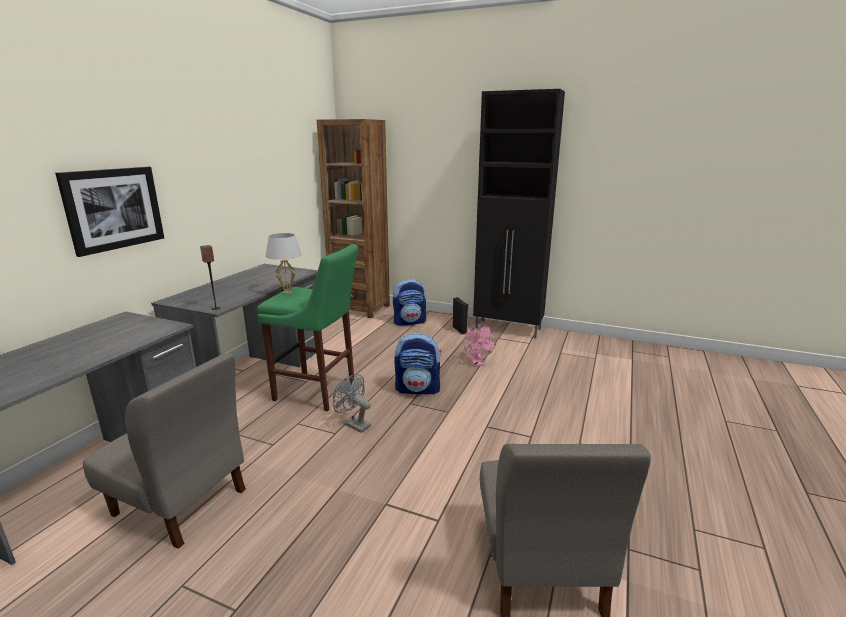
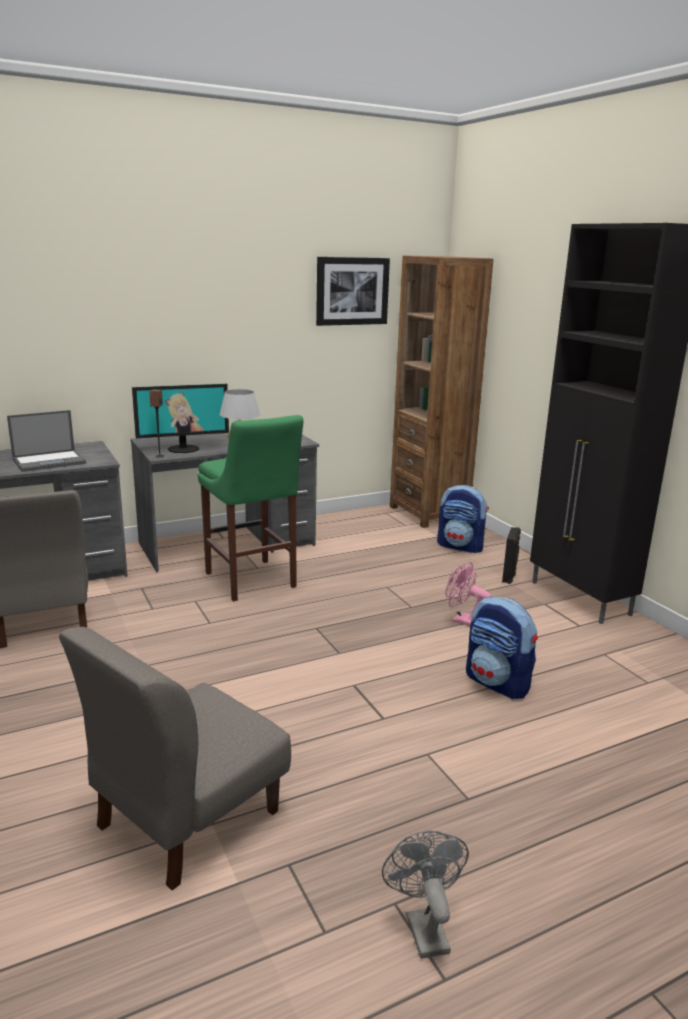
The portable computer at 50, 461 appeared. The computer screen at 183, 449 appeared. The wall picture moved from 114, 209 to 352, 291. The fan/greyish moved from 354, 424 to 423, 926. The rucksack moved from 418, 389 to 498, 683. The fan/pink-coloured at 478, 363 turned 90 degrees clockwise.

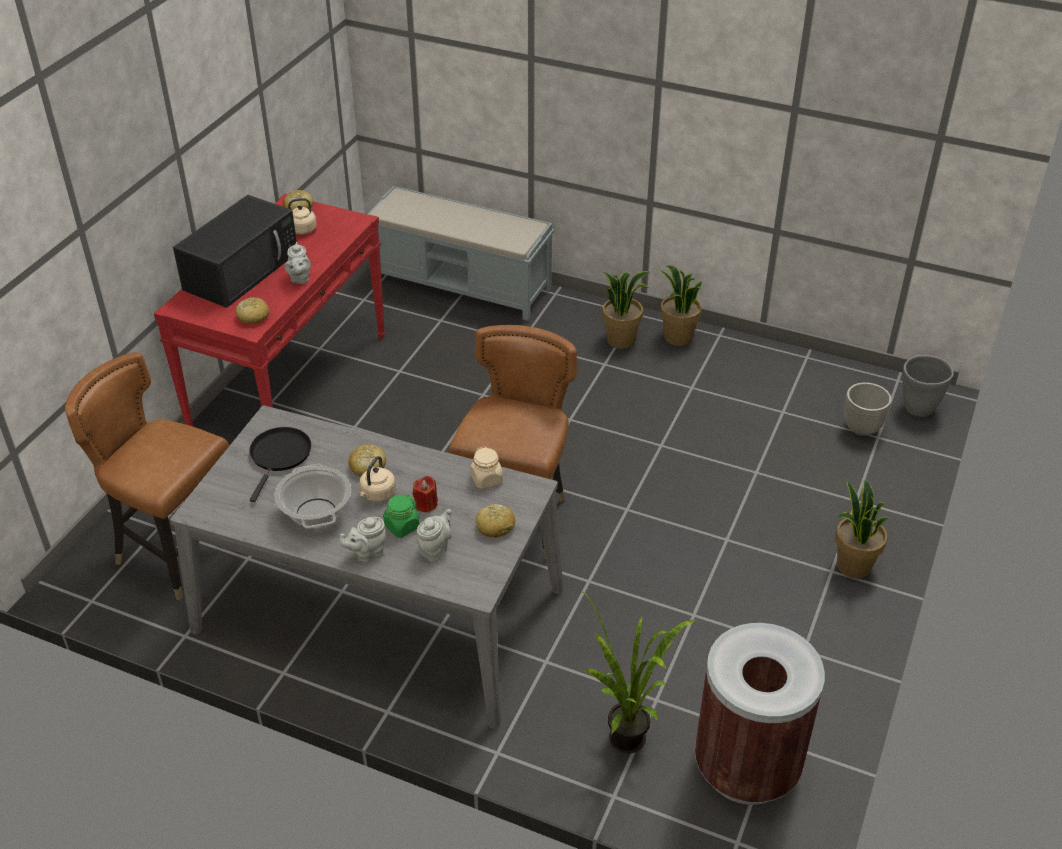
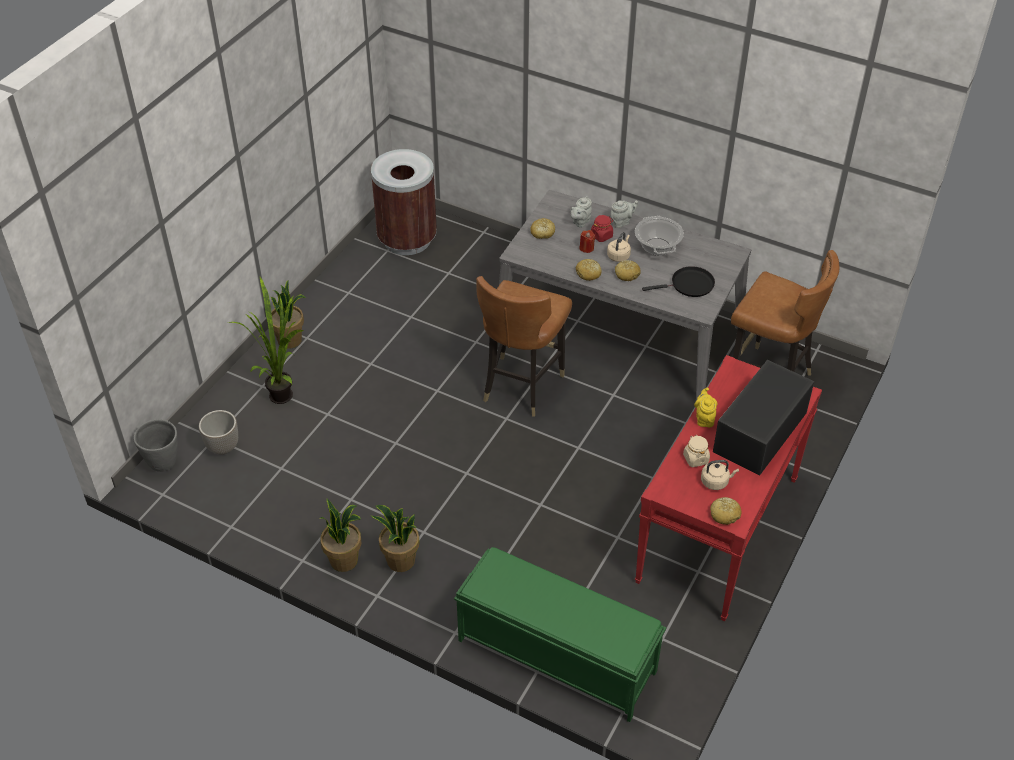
The bread moved from 253, 316 to 588, 274. The preserve jar/beige moved from 486, 479 to 695, 459. The potted plant moved from 626, 747 to 283, 392. The teapot/greyish at 299, 279 became the teapot/yellow at 704, 418. The indoor bench/greyish at 462, 284 became the indoor bench/greenish at 555, 655. The preserve jar/greenish at 401, 526 became the preserve jar/red at 601, 236. The skillet/black-coloured at 279, 456 turned 120 degrees counterclockwise.

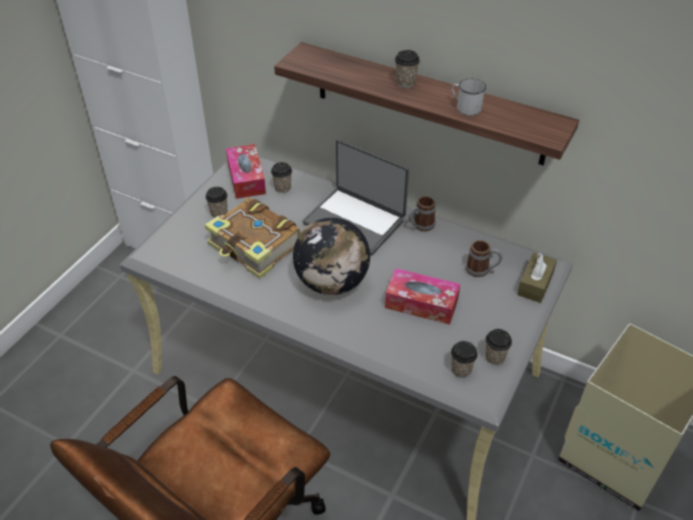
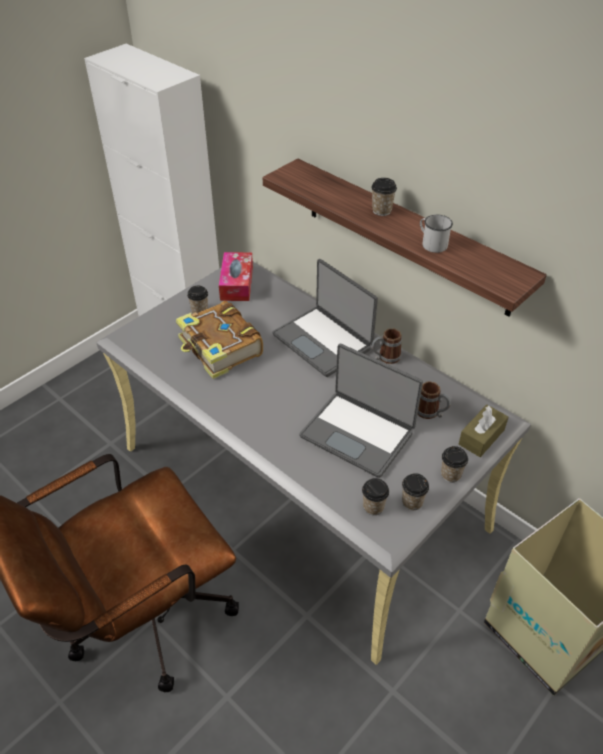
The desk globe at 332, 282 disappeared. The small cup moved from 282, 188 to 450, 474. The tissue box at 421, 303 was replaced by the portable computer at 358, 433.

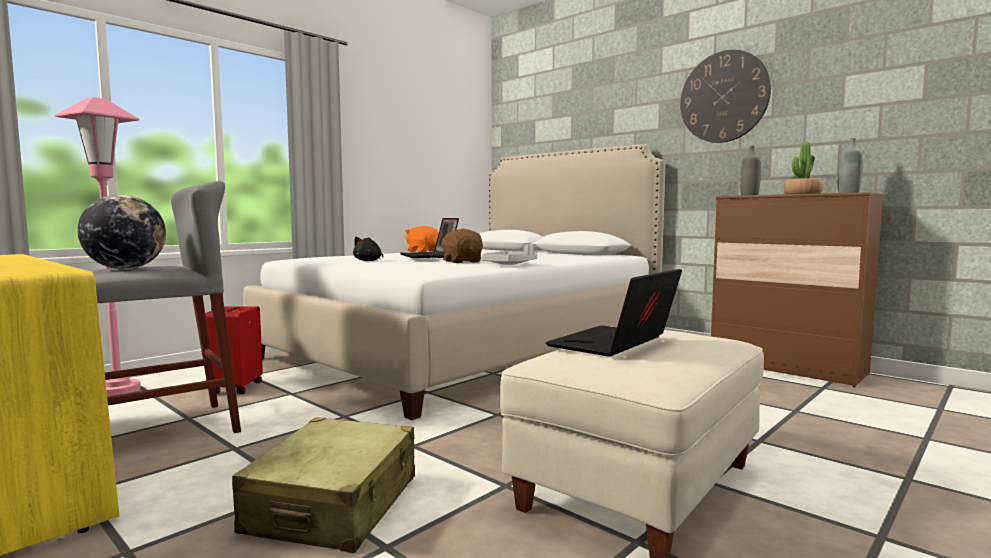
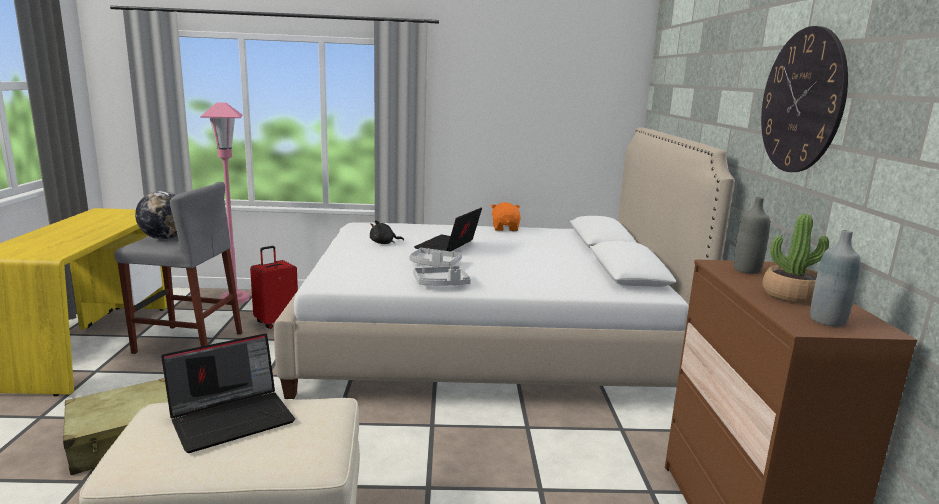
The plush toy/brown at 462, 261 was replaced by the serving tray/greyish at 435, 265. The portable computer at 614, 344 turned 150 degrees clockwise.

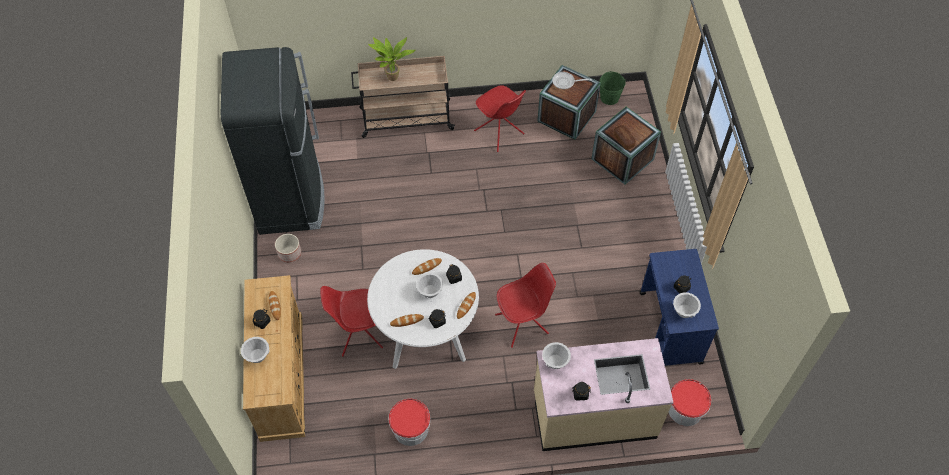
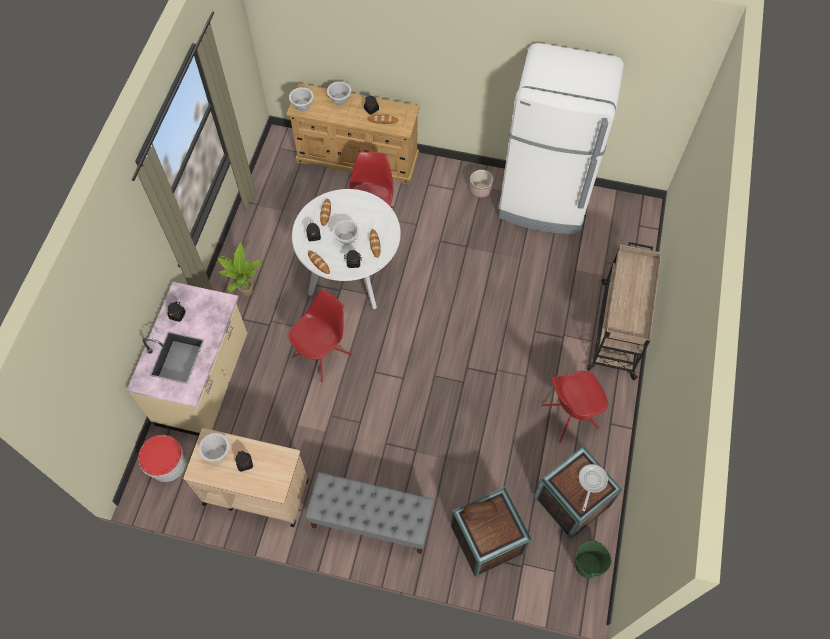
The pail at 410, 429 disappeared. The indoor bench/greyish at 371, 520 appeared. The potted plant moved from 392, 79 to 245, 291. The serving bowl/white-coloured moved from 555, 362 to 302, 106. The refrigerator/black-coloured at 290, 198 became the refrigerator/white-coloured at 544, 203. The cart/blue-coloured at 670, 328 became the cart/beige at 255, 491. The upright chair/red at 523, 324 turned 135 degrees counterclockwise.

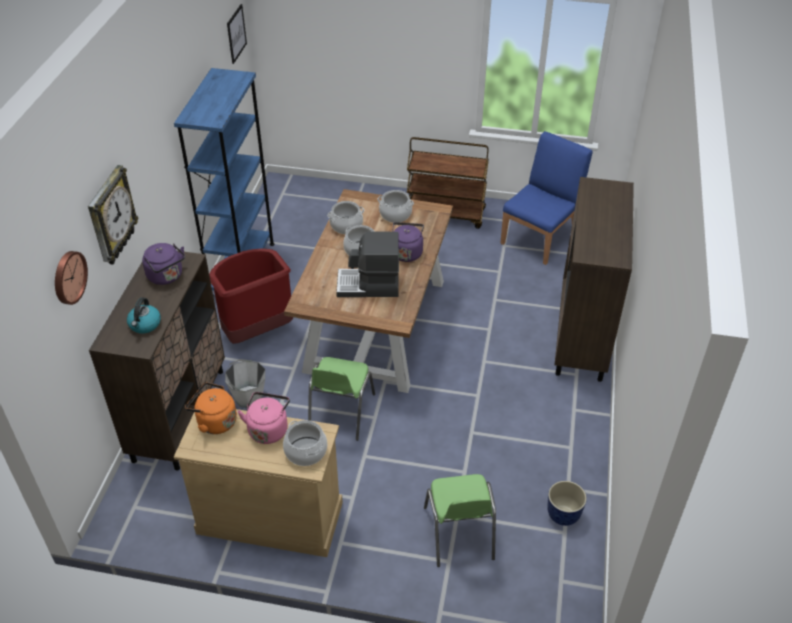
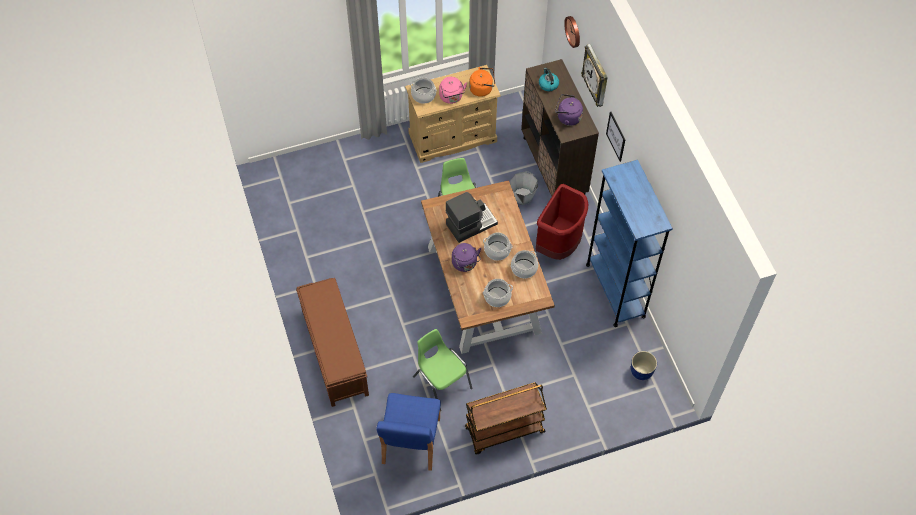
The wall picture moved from 236, 33 to 616, 136. The upright chair/greenish moved from 459, 534 to 441, 382. The flower pot moved from 563, 515 to 640, 372. The cabinet/brown at 581, 335 was replaced by the indoor bench/brown at 334, 351.

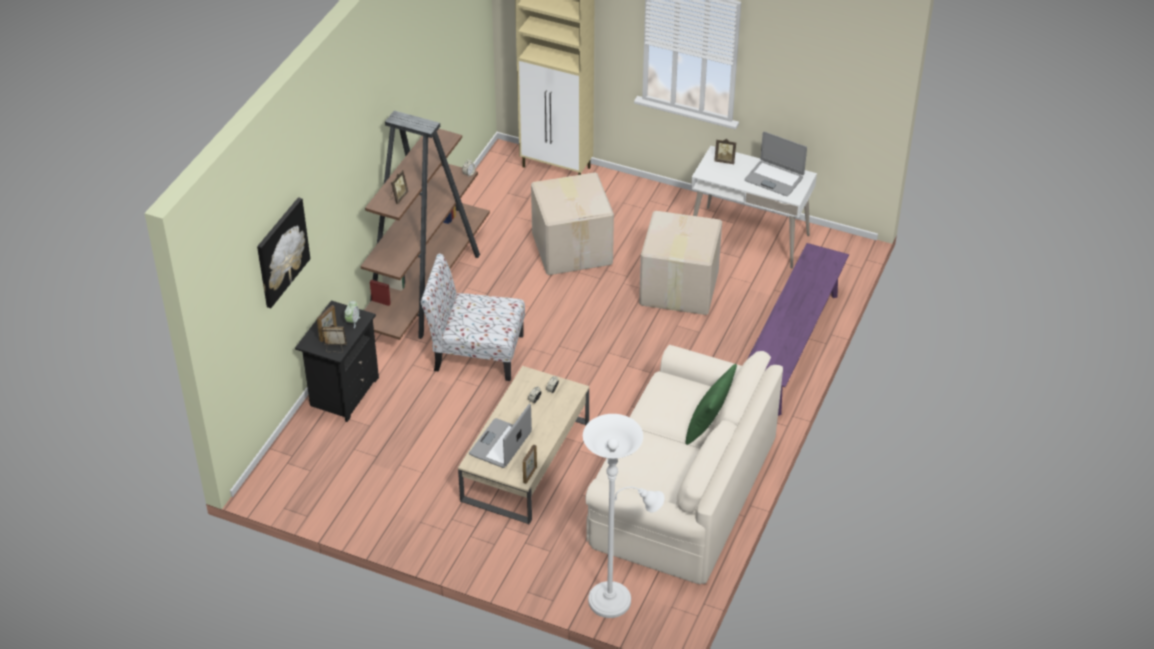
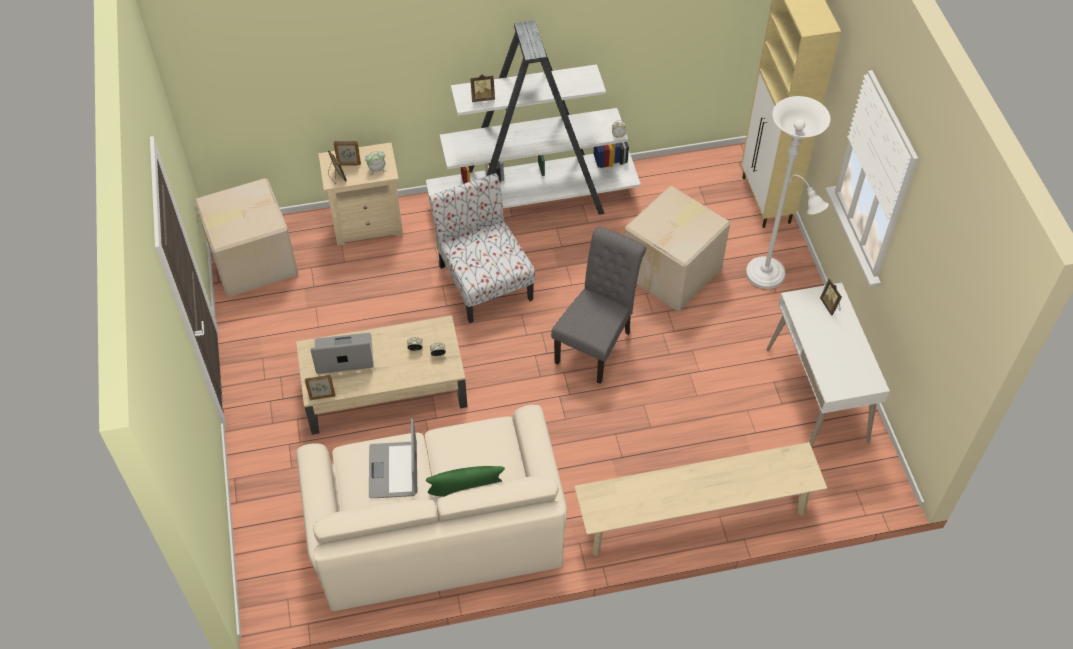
The wall picture at 281, 252 disappeared. The upright chair/greyish at 596, 344 appeared. The standard lamp/white-coloured moved from 615, 599 to 769, 276. The carton moved from 677, 289 to 252, 260. The portable computer moved from 774, 179 to 394, 470. The nightstand/black-coloured at 343, 392 became the nightstand/beige at 368, 223. The bookcase/brown at 425, 286 became the bookcase/white-coloured at 533, 201. The indoor bench/purplish at 792, 349 became the indoor bench/beige at 694, 516.

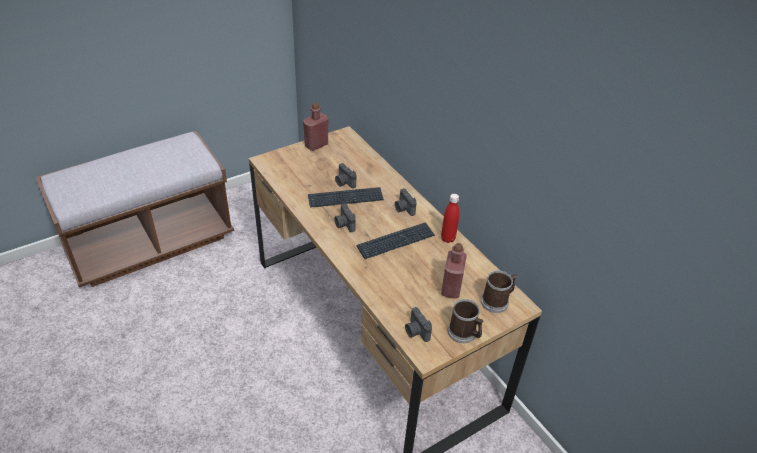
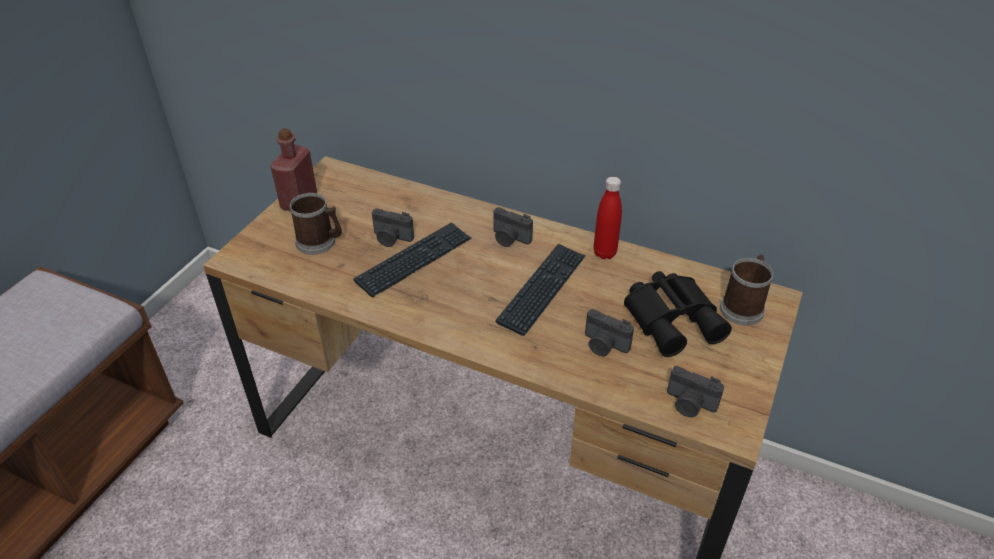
The still camera moved from 344, 224 to 604, 345. The tea mug moved from 464, 333 to 320, 242. The bottle/red at 451, 288 was replaced by the binoculars/black-coloured at 673, 318.

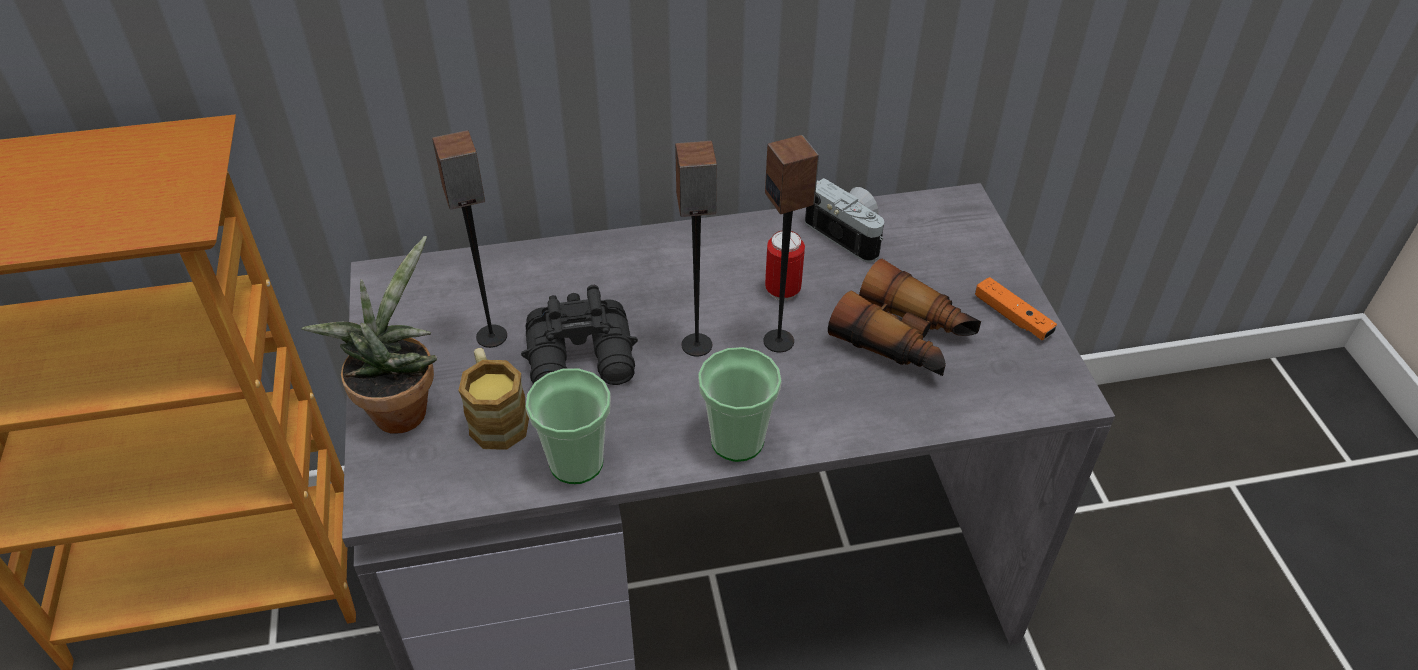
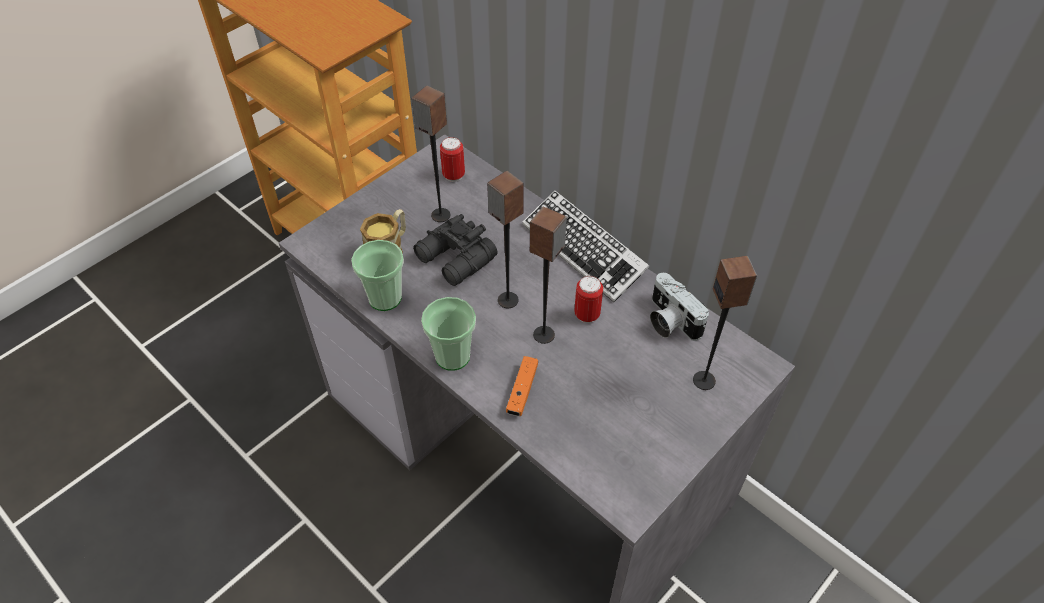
The potted plant at 401, 406 disappeared. The binoculars at 905, 338 disappeared. The can at 453, 175 appeared. The computer keyboard at 583, 250 appeared. The loudspeaker at 704, 380 appeared. The game controller/orange moved from 1012, 317 to 522, 390. The still camera at 849, 233 turned 135 degrees clockwise.

